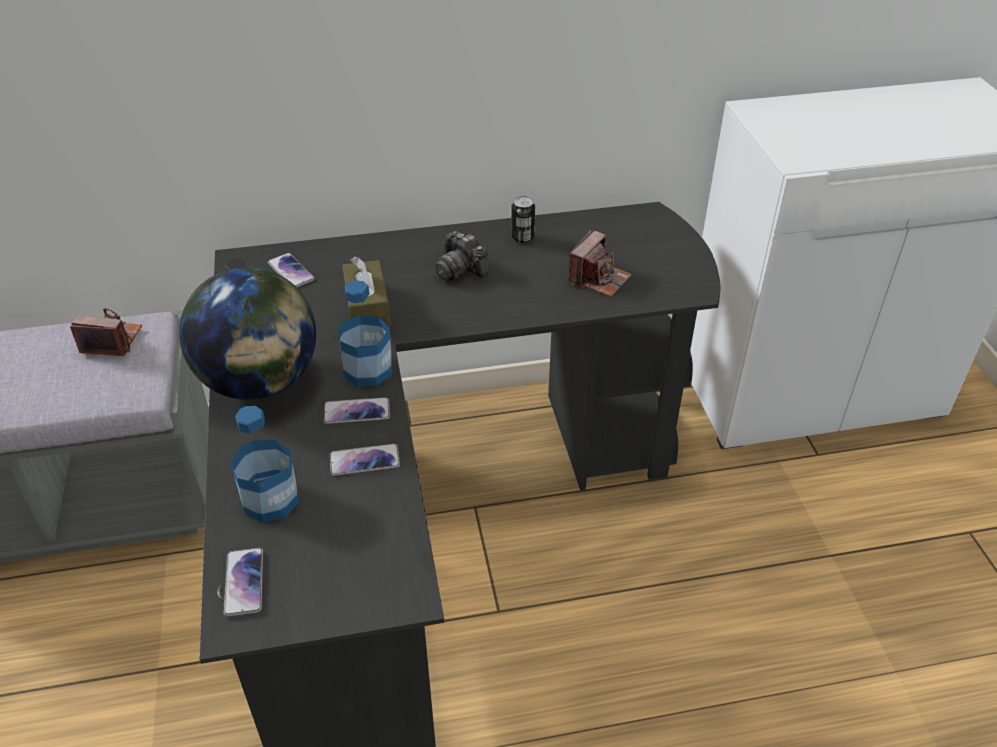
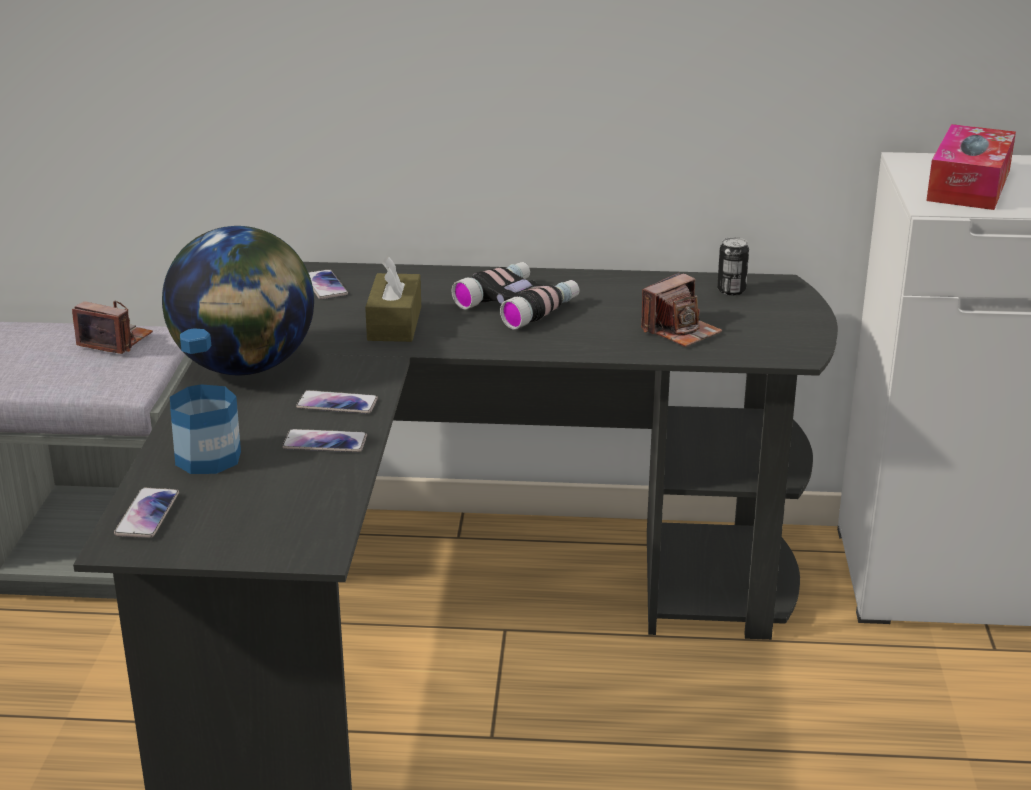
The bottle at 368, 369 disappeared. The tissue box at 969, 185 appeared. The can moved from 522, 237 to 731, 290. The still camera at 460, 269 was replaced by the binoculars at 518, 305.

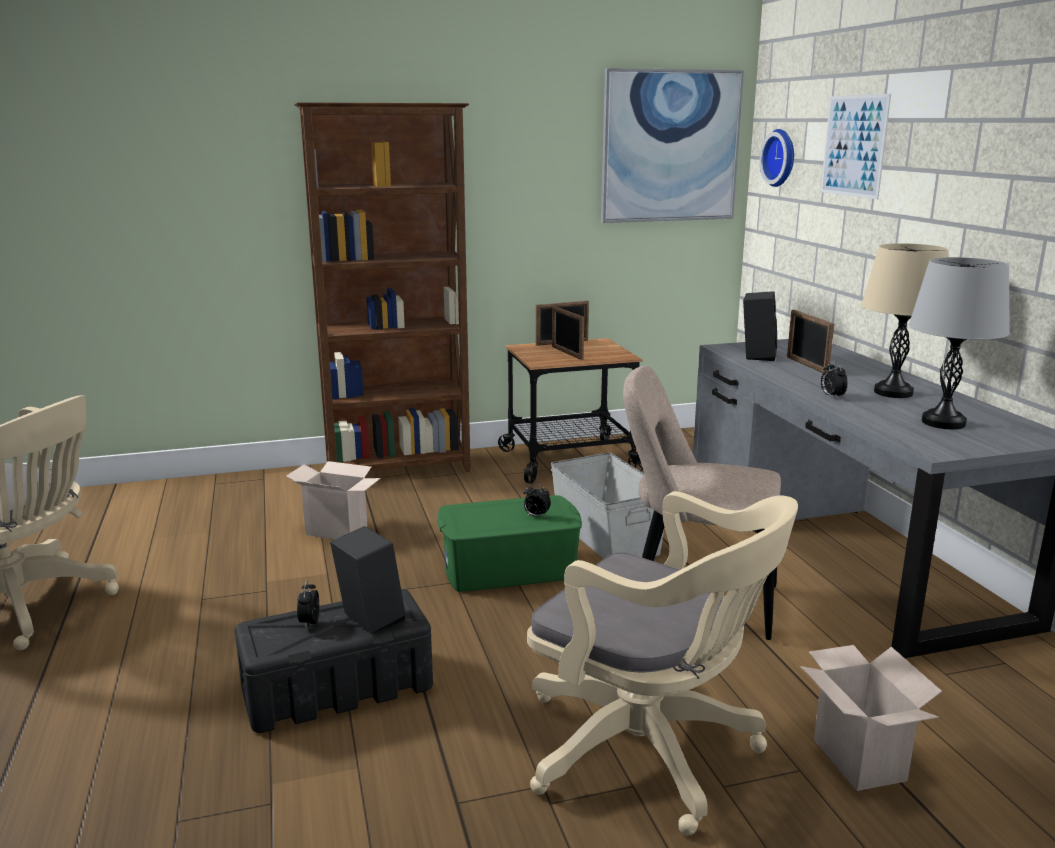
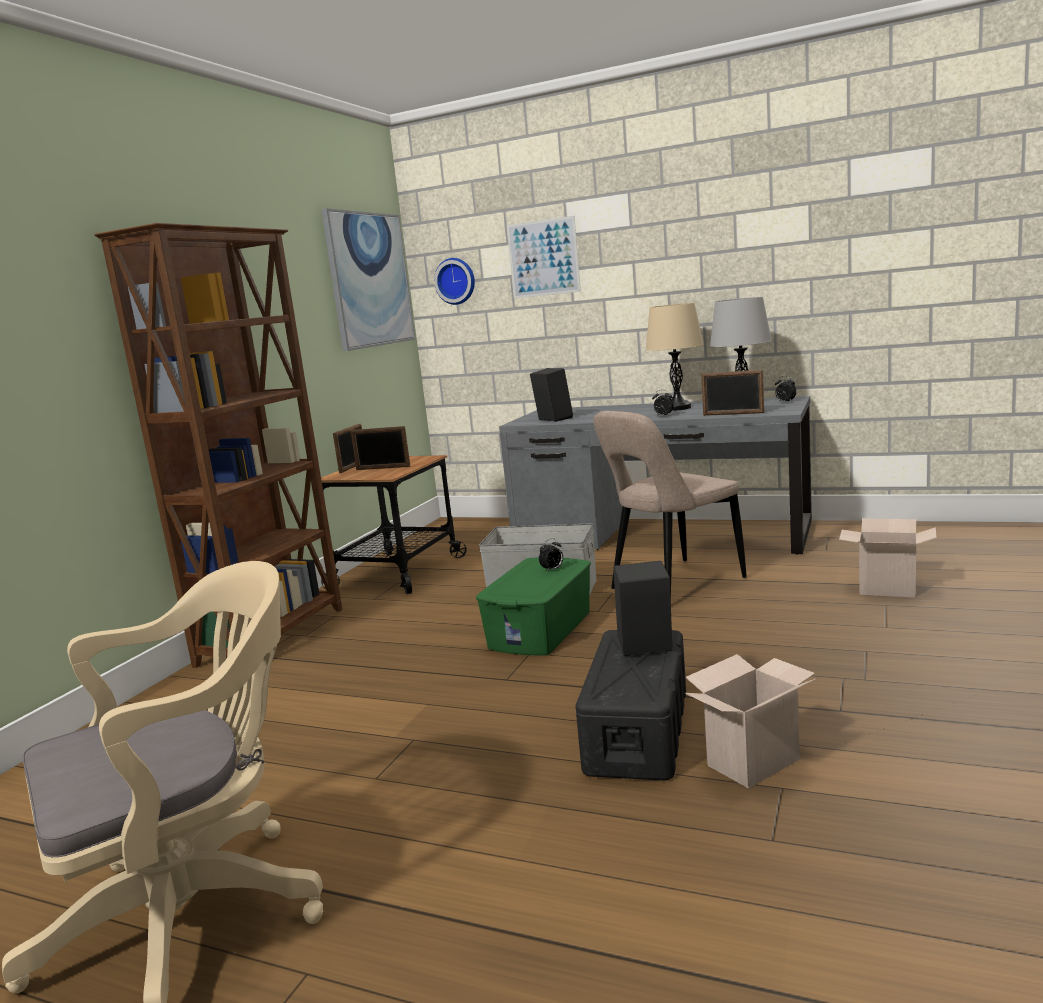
The office chair/beige at 650, 752 disappeared. The carton moved from 339, 530 to 753, 760. The alarm clock moved from 309, 622 to 785, 402. The standing frame moved from 806, 365 to 733, 414.

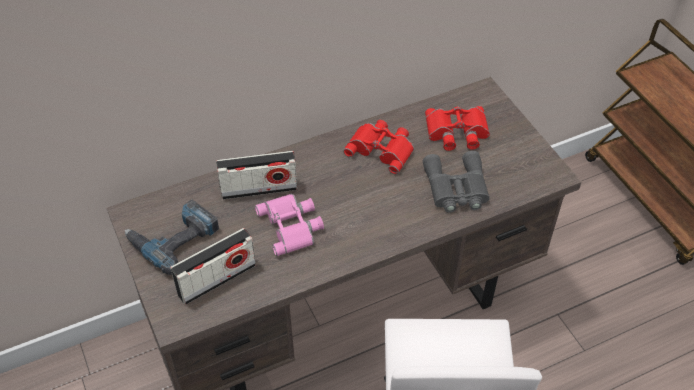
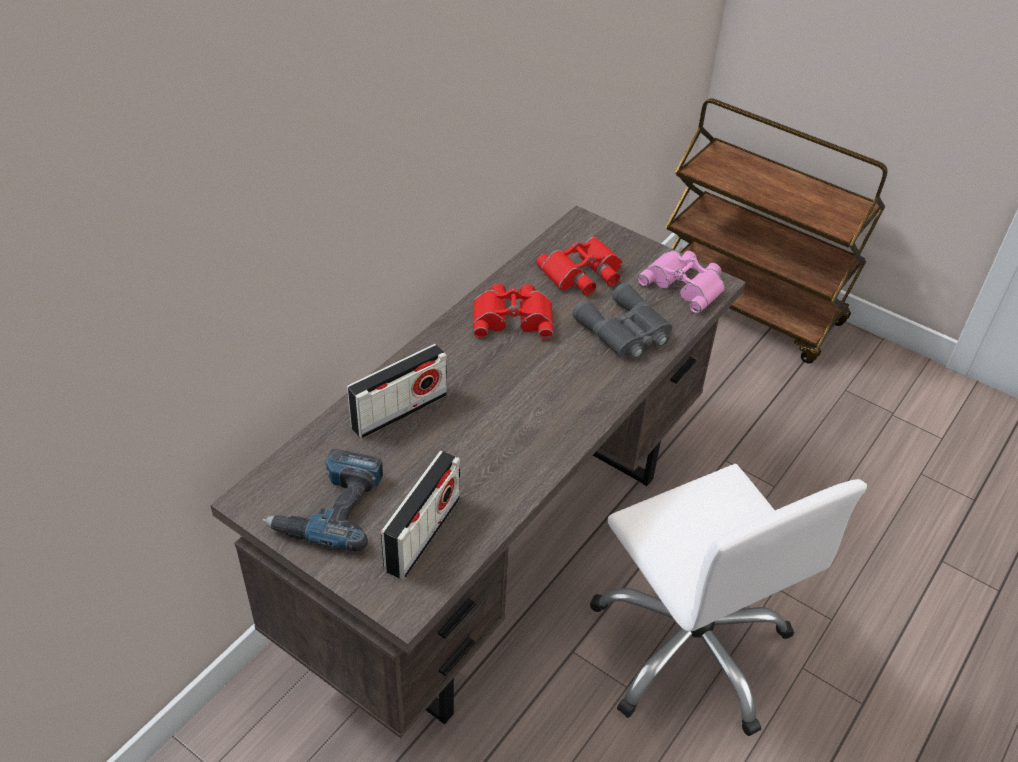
The binoculars/pink-coloured moved from 292, 226 to 685, 284.

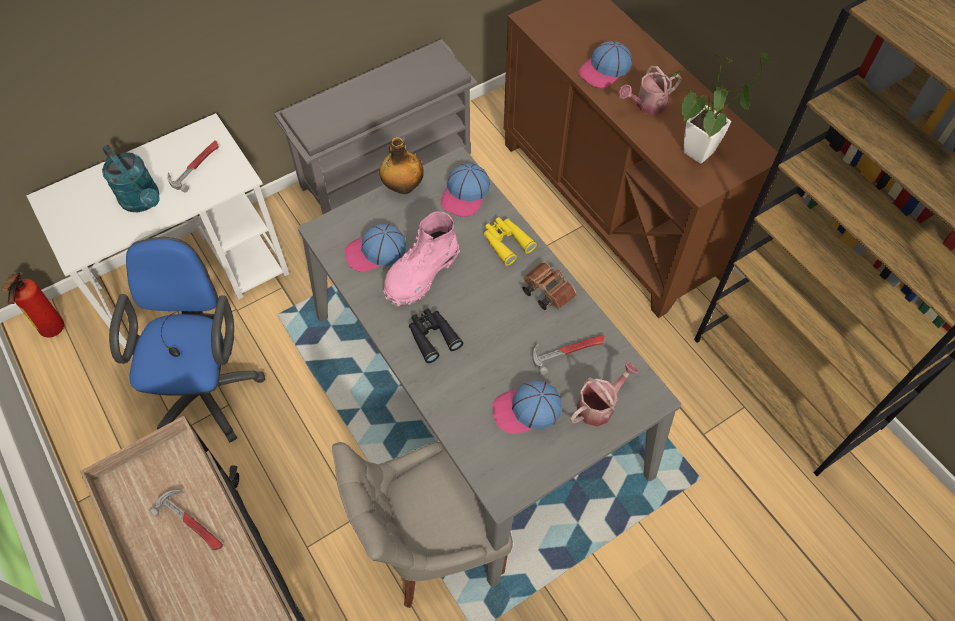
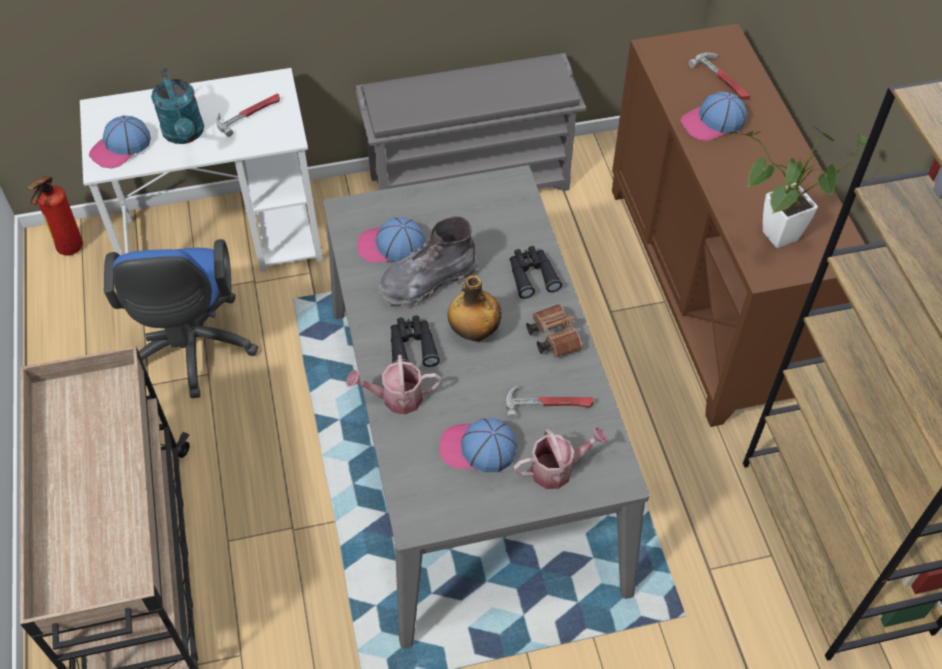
The upright chair/greyish at 433, 542 disappeared. The hammer moved from 192, 523 to 722, 79. The bottle moved from 403, 187 to 474, 332. The baseball cap moved from 465, 194 to 121, 147. The sprinkling can moved from 647, 105 to 396, 398. The boot/pink-coloured at 421, 275 became the boot/greyish at 427, 282. The binoculars/yellow at 506, 242 became the binoculars/black-coloured at 532, 275. The office chair/blue-coloured at 208, 388 turned 150 degrees clockwise.

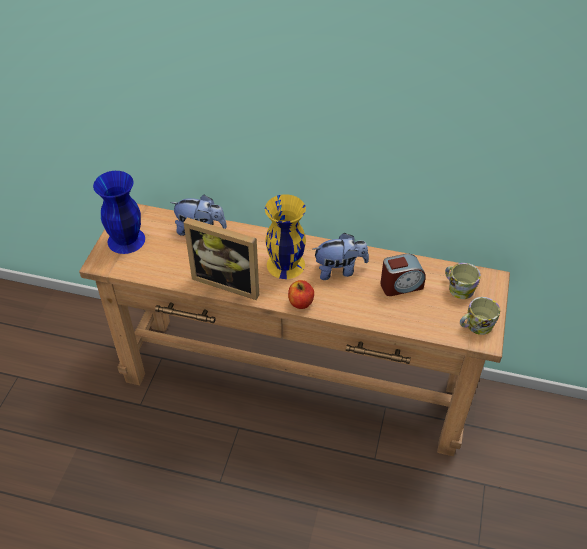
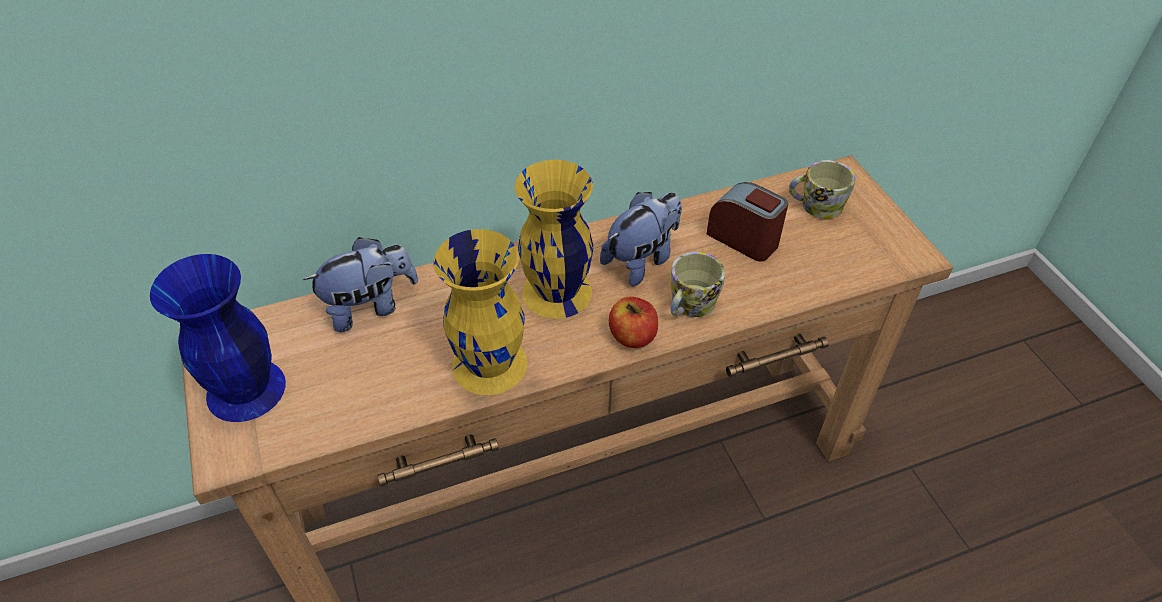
The tea mug moved from 475, 326 to 689, 305. The standing frame at 229, 281 was replaced by the flower vase/yellow at 491, 363. The alarm clock at 401, 285 turned 90 degrees counterclockwise.

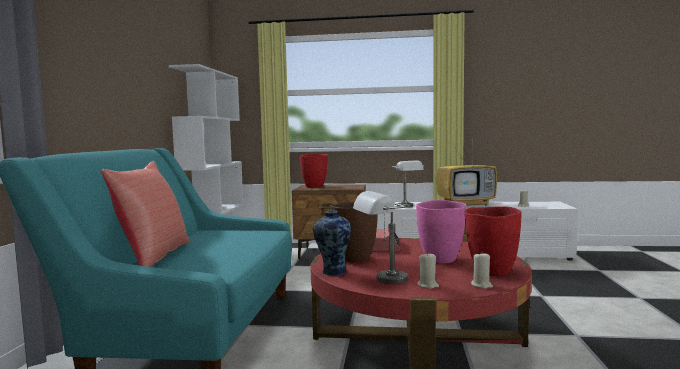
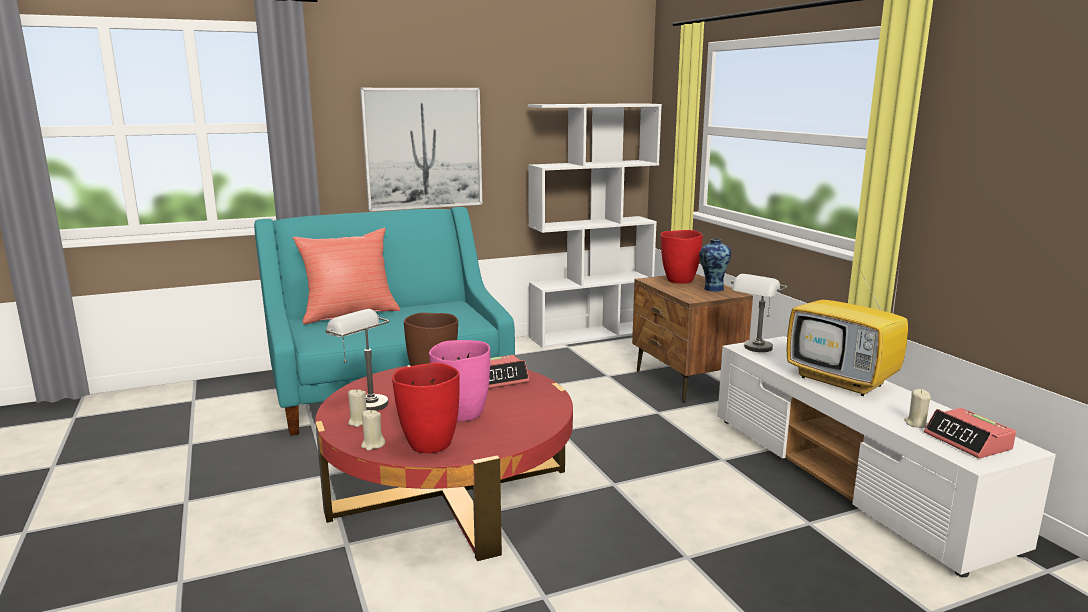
The wall picture at 423, 148 appeared. The alarm clock at 968, 442 appeared. The flower vase moved from 332, 272 to 713, 289.

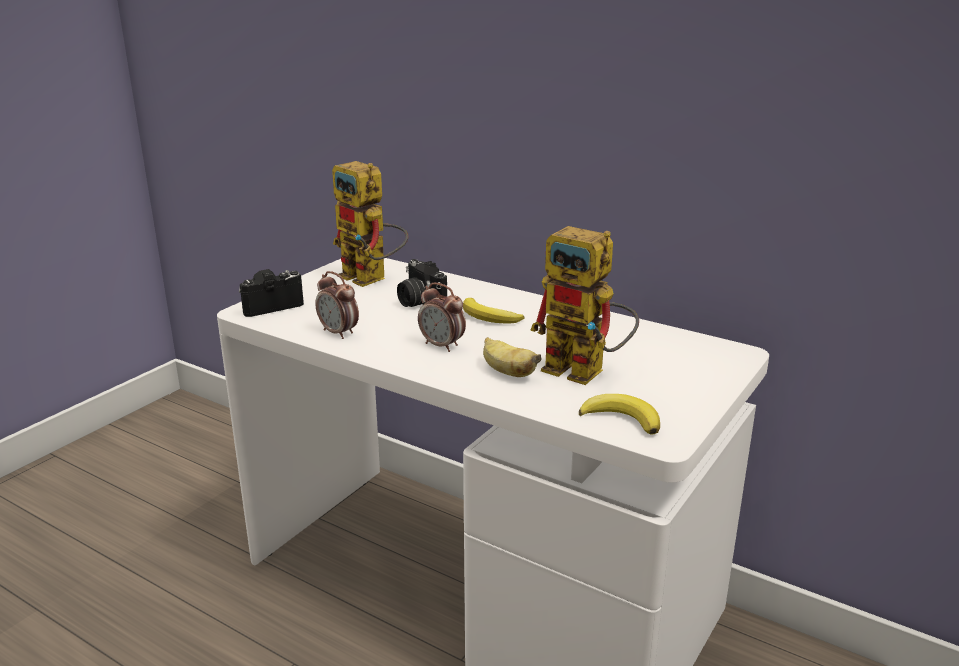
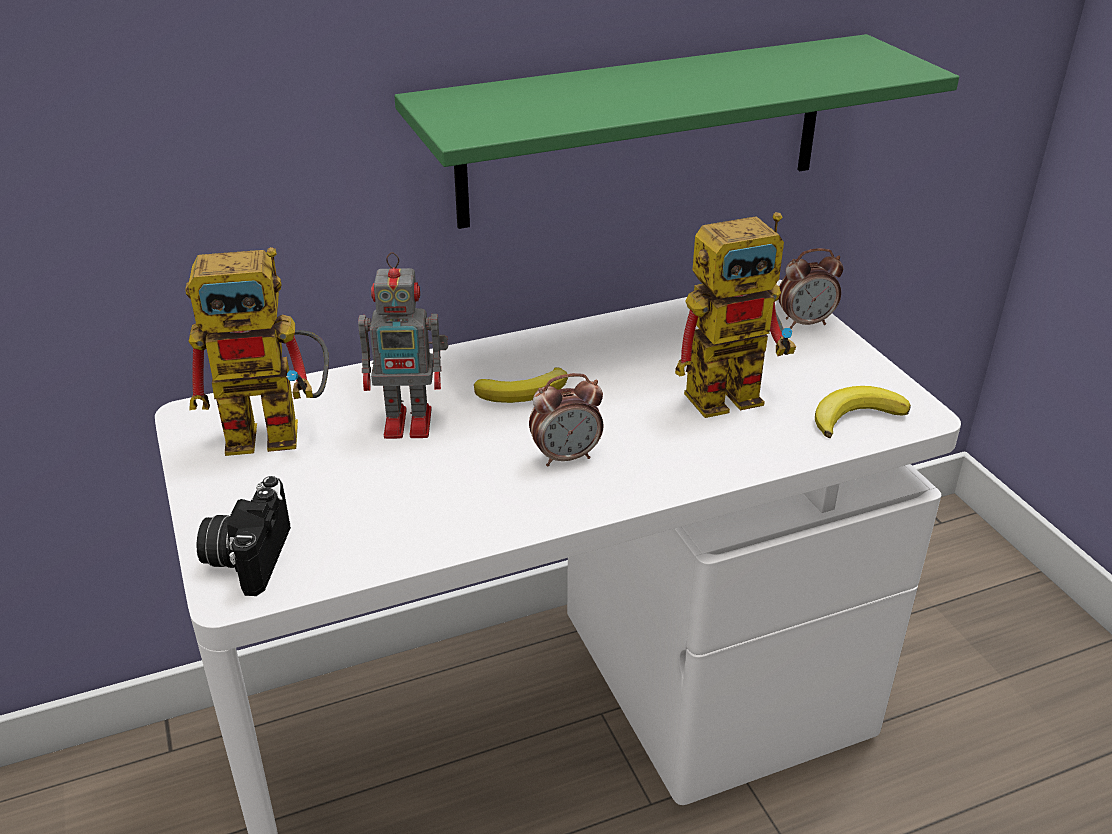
The banana at 507, 372 disappeared. The wall shelf/greenish at 644, 131 appeared. The alarm clock moved from 339, 333 to 805, 323. The still camera at 419, 301 was replaced by the model robot at 411, 423.

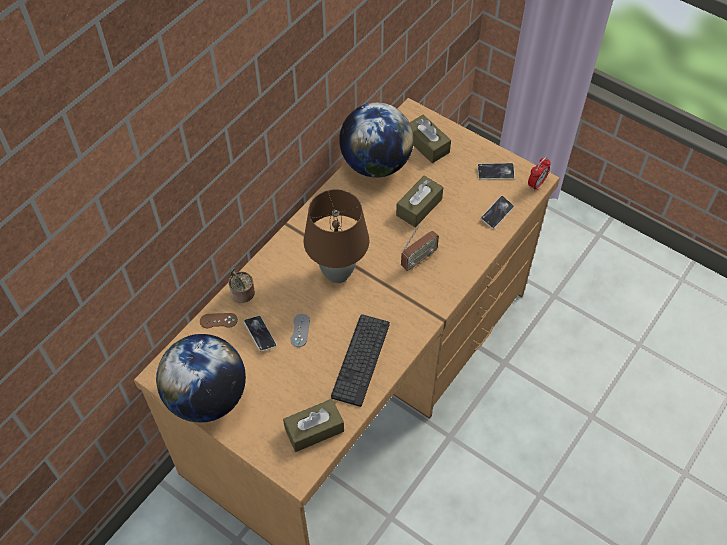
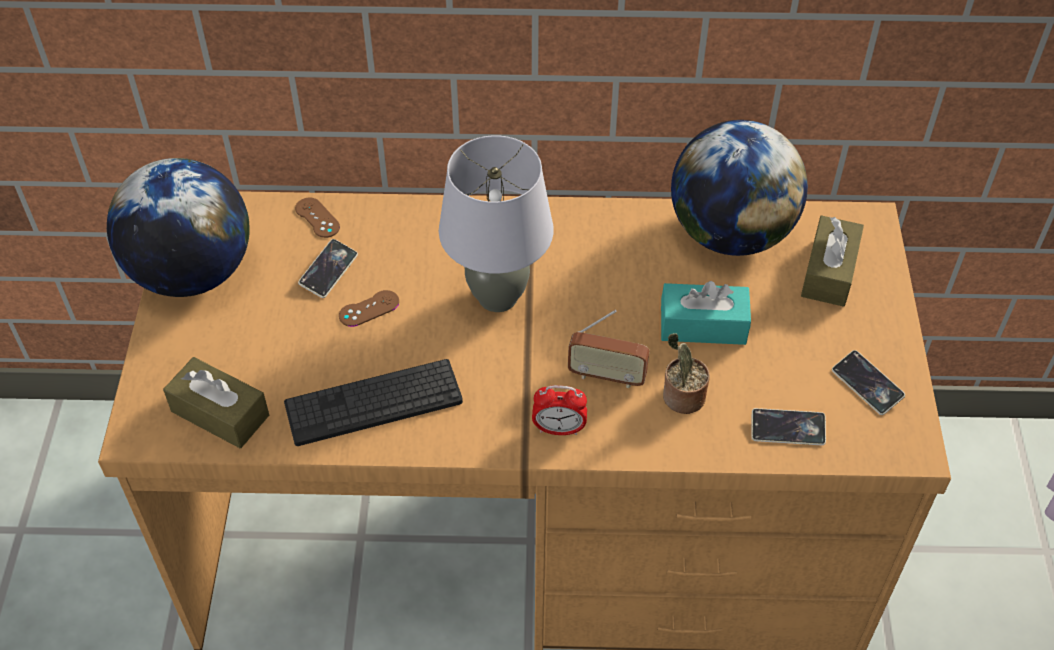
The potted plant moved from 242, 294 to 681, 397. The alarm clock moved from 536, 184 to 559, 429. The game controller/greyish at 300, 330 became the game controller/brown at 369, 309. The tabletop lamp/brown at 338, 274 became the tabletop lamp/greyish at 497, 297. The tissue box/brown at 419, 207 became the tissue box/turquoise at 703, 325.

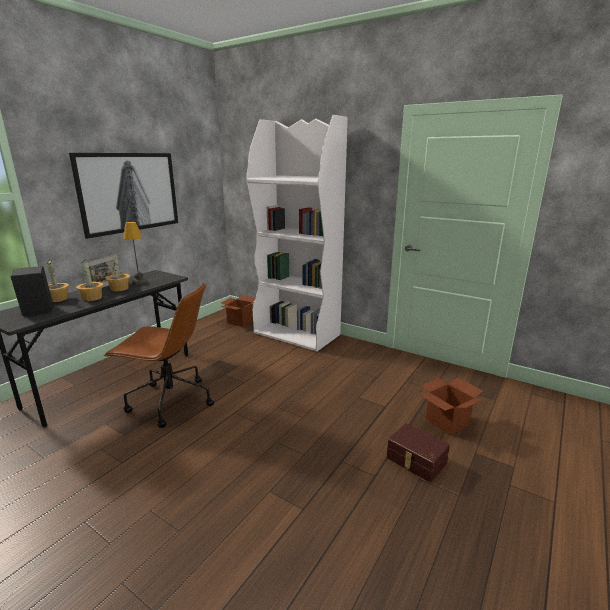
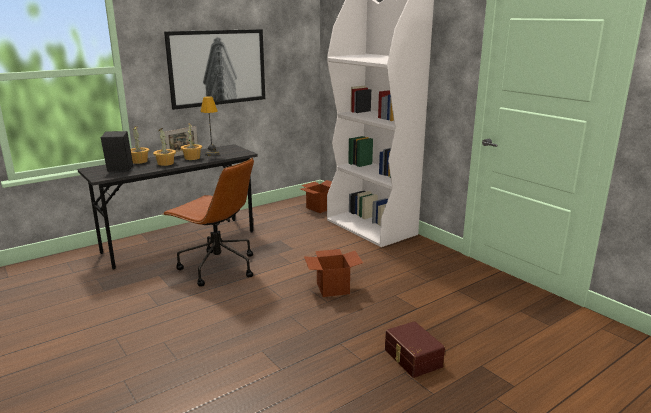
The carton moved from 447, 422 to 333, 288.

